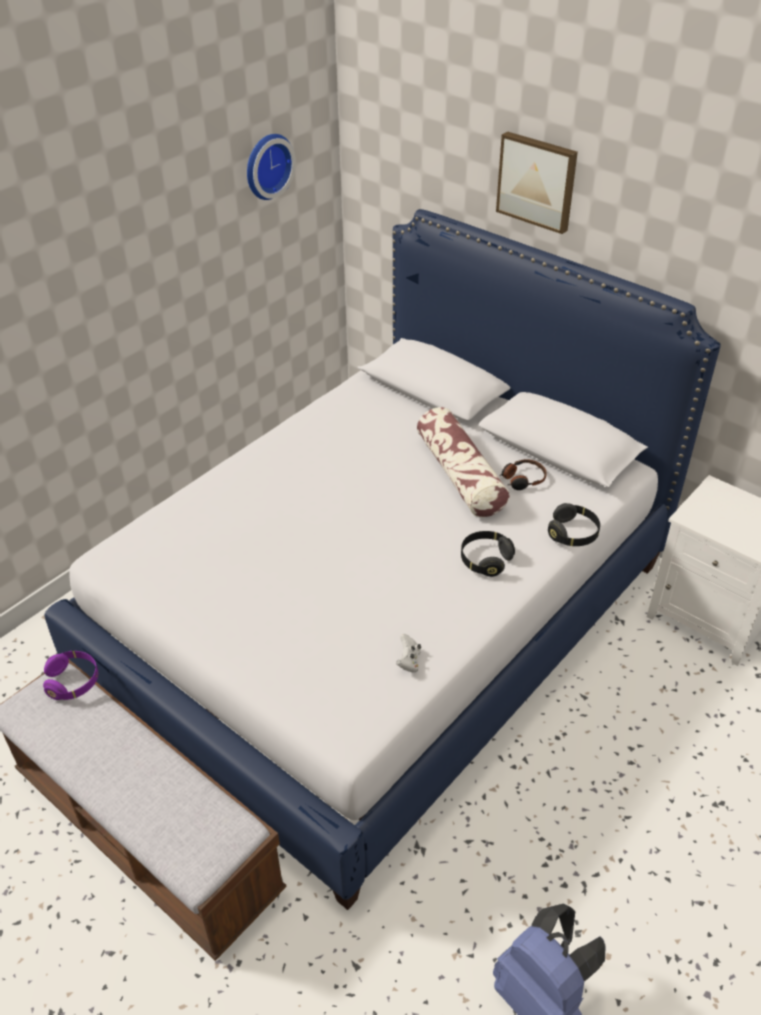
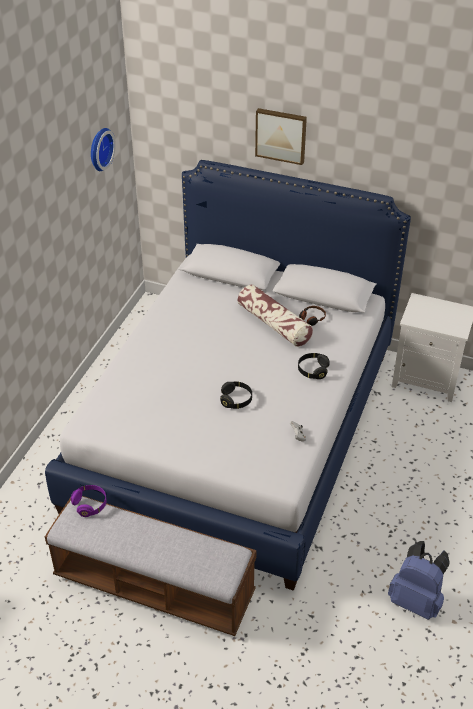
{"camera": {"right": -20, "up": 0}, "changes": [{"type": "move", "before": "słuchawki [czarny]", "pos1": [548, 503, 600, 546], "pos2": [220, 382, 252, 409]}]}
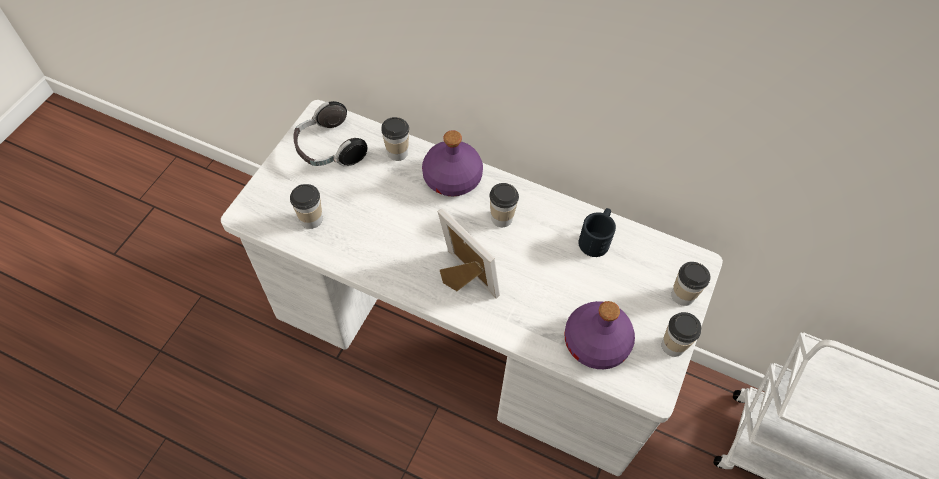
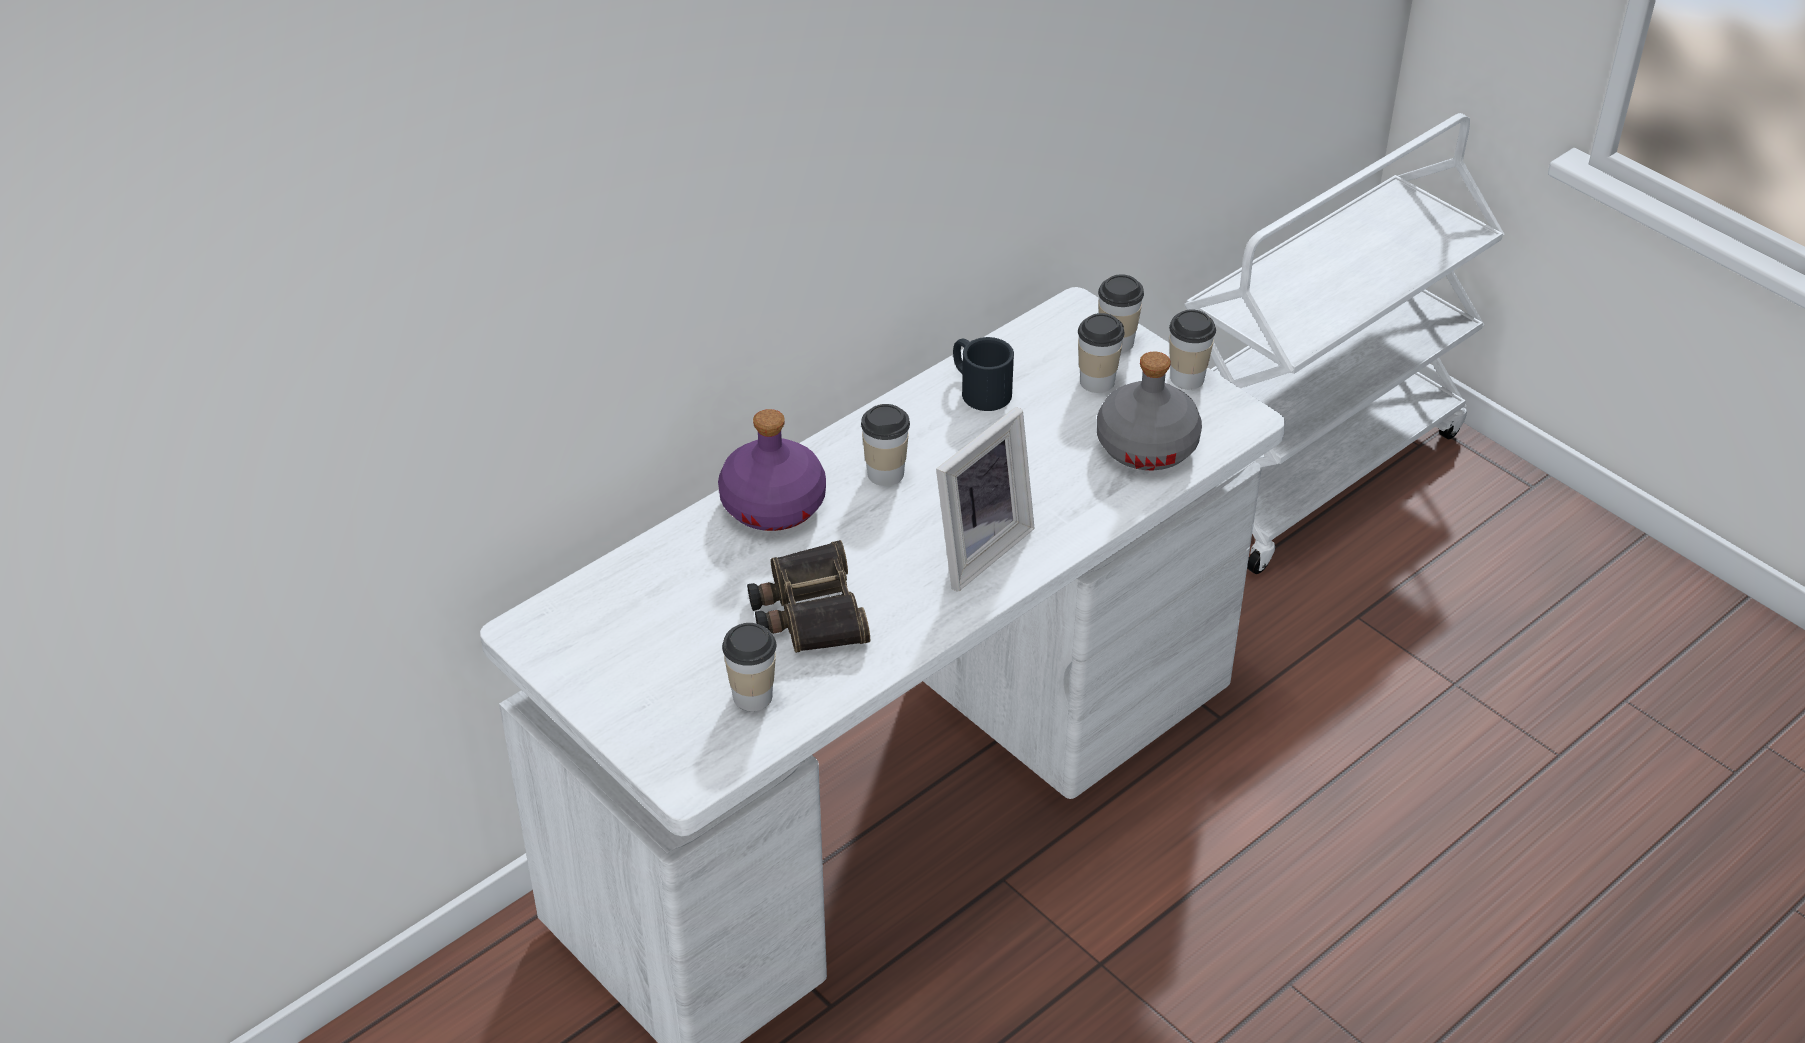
{"camera": {"right": -65, "up": -15}, "changes": [{"type": "insert", "after": "lornetka", "pos2": [747, 540, 870, 653]}, {"type": "rotate", "before": "ramka na zdjęcie", "pos1": [438, 208, 500, 298], "pos2": [936, 407, 1035, 592], "turn": 150}, {"type": "move", "before": "filiżanka", "pos1": [381, 117, 409, 161], "pos2": [1078, 313, 1125, 393]}, {"type": "recolor", "before": "butelka [fioletowy]", "after": "butelka [szary]", "pos1": [565, 301, 635, 369], "pos2": [1097, 351, 1202, 470]}, {"type": "delete", "before": "słuchawki", "pos1": [293, 101, 367, 166]}]}
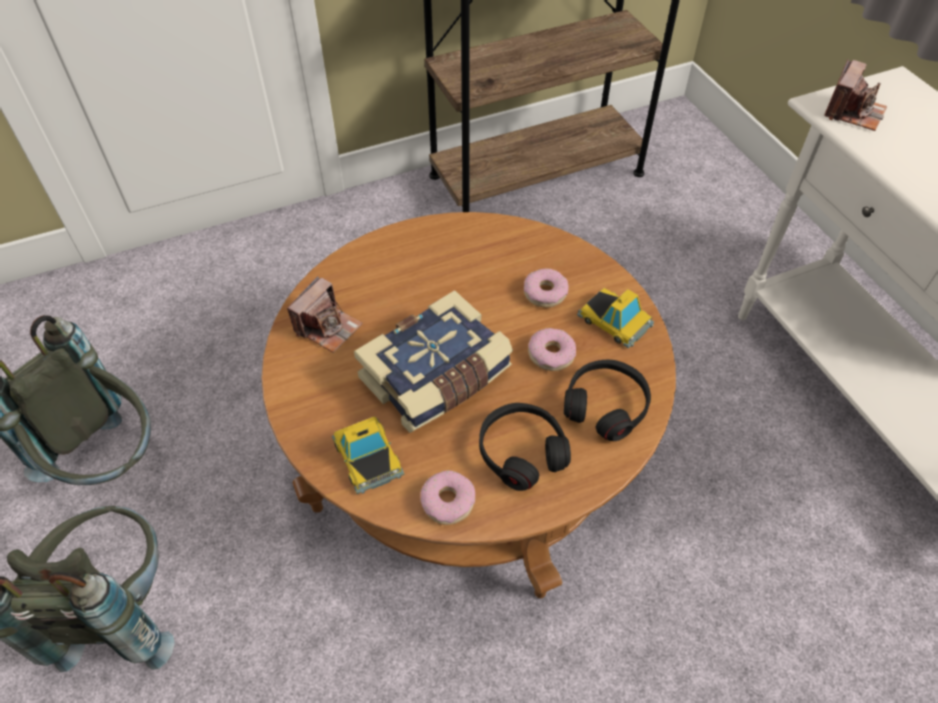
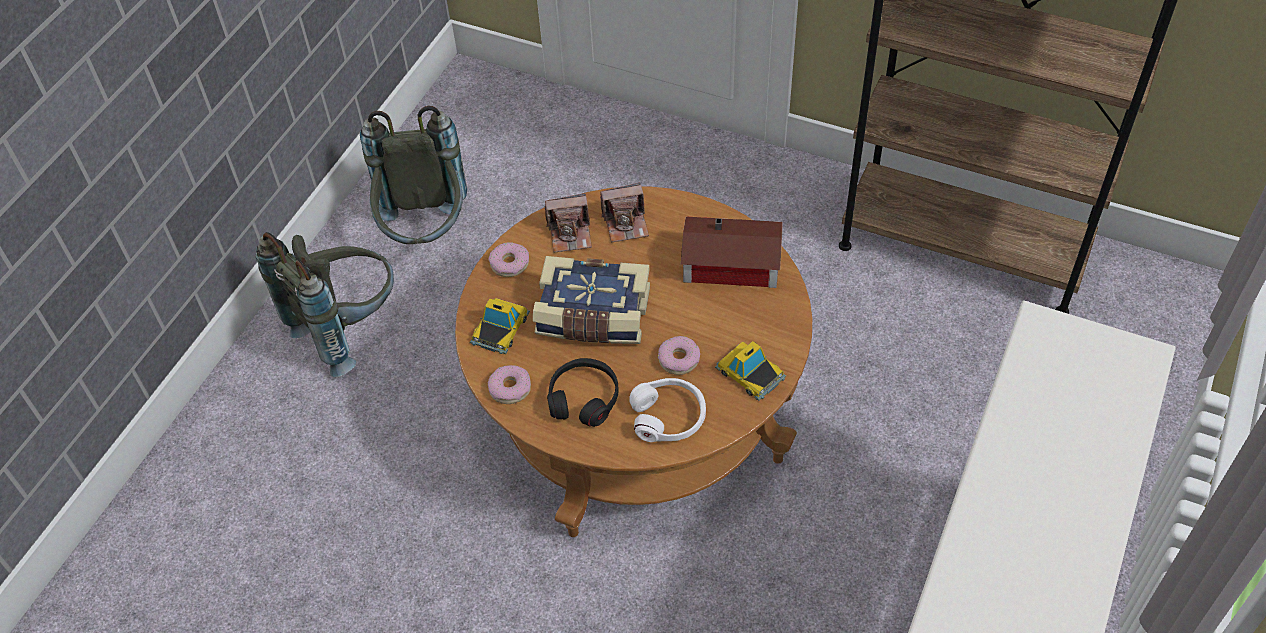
{"camera": {"right": 50, "up": 0}, "changes": [{"type": "move", "before": "donut", "pos1": [524, 268, 569, 307], "pos2": [489, 242, 529, 277]}, {"type": "move", "before": "aparat fotograficzny", "pos1": [824, 59, 887, 131], "pos2": [600, 183, 649, 243]}, {"type": "recolor", "before": "słuchawki [czarny]", "after": "słuchawki [biały]", "pos1": [564, 360, 651, 441], "pos2": [629, 378, 706, 442]}, {"type": "insert", "after": "domek", "pos2": [681, 217, 783, 288]}, {"type": "rotate", "before": "samochodzik", "pos1": [577, 288, 654, 348], "pos2": [715, 341, 786, 401], "turn": 135}]}
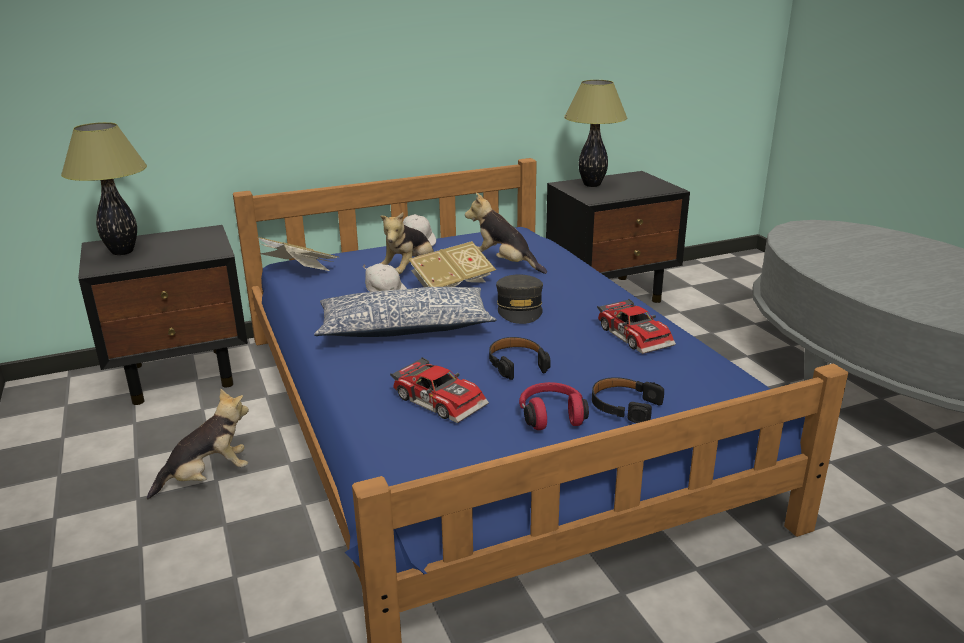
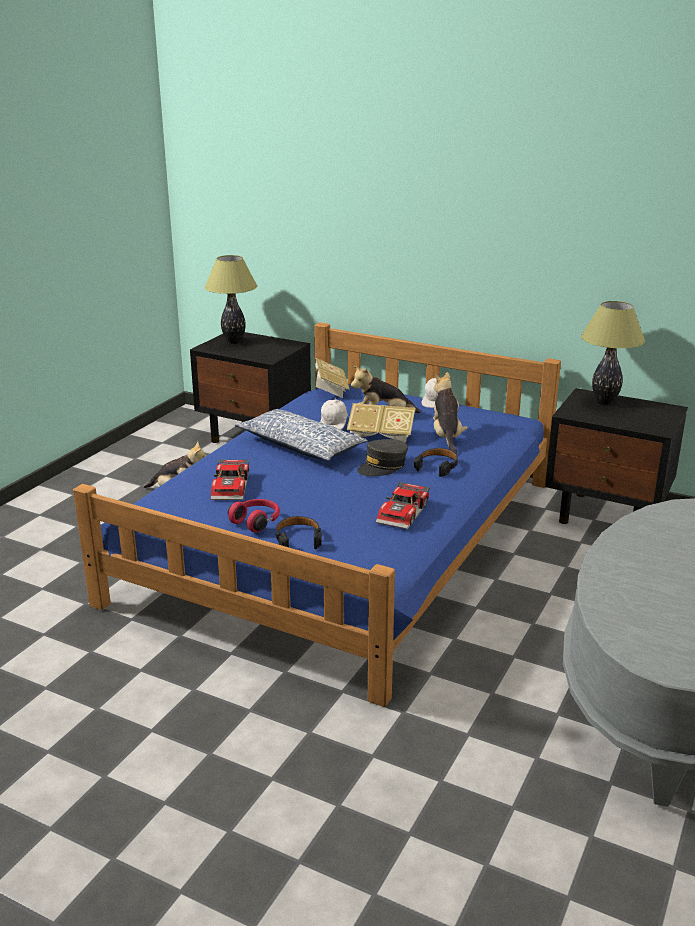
{"camera": {"right": 50, "up": 0}, "changes": [{"type": "move", "before": "słuchawki [czarny]", "pos1": [489, 337, 551, 380], "pos2": [414, 448, 458, 477]}]}
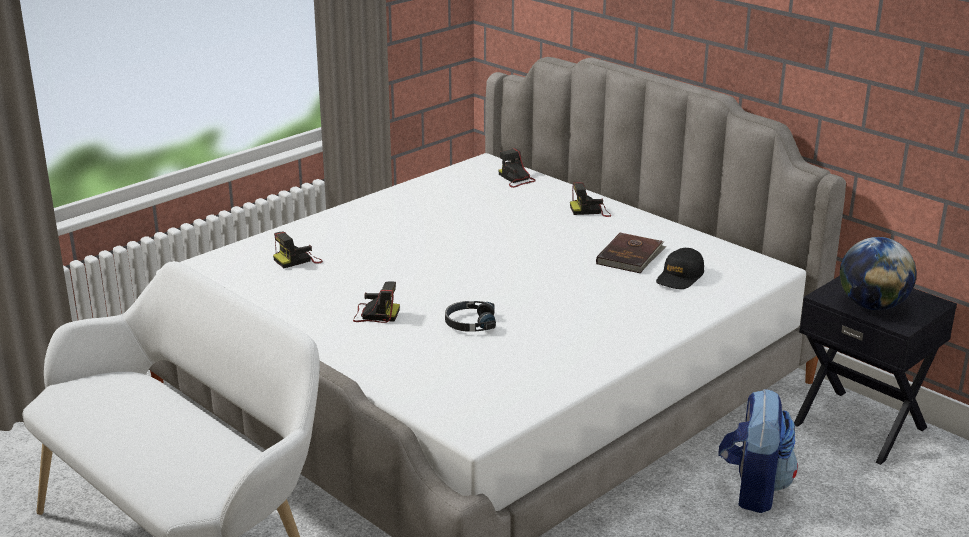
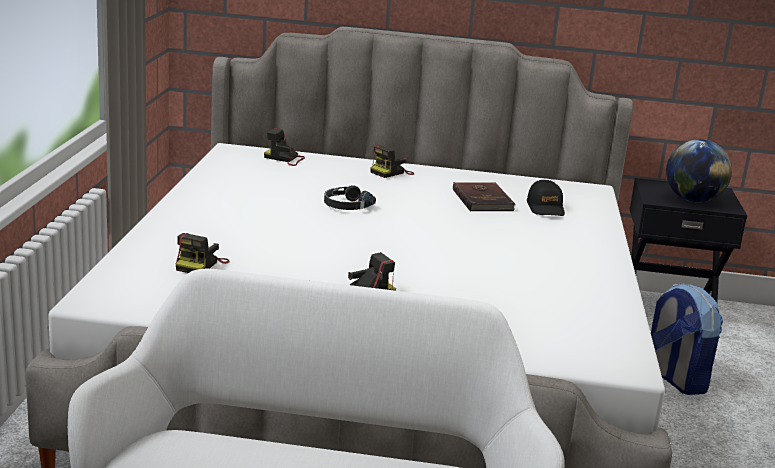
{"camera": {"right": -40, "up": -5}, "changes": [{"type": "move", "before": "słuchawki [czarny]", "pos1": [445, 301, 496, 332], "pos2": [324, 185, 376, 210]}]}
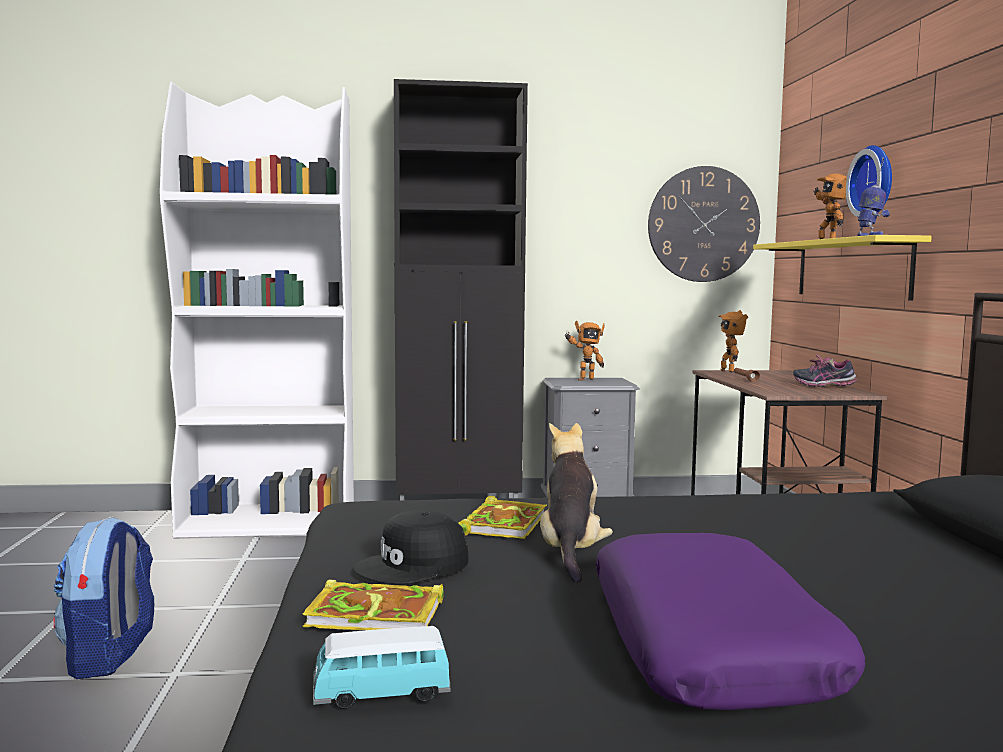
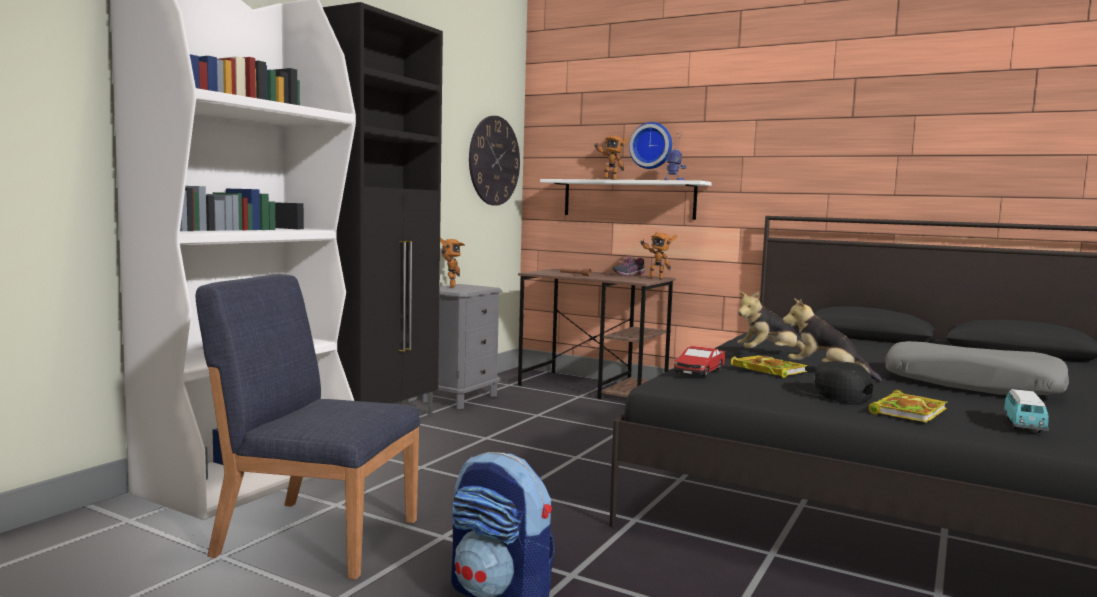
{"camera": {"right": -55, "up": 0}, "changes": [{"type": "insert", "after": "krzesło [niebieski]", "pos2": [196, 274, 420, 580]}, {"type": "recolor", "before": "półka [żółty]", "after": "półka [biały]", "pos1": [753, 235, 932, 301], "pos2": [540, 179, 712, 220]}, {"type": "move", "before": "robot zabawkowy", "pos1": [718, 310, 748, 372], "pos2": [640, 231, 677, 279]}, {"type": "insert", "after": "samochodzik", "pos2": [674, 346, 725, 377]}, {"type": "insert", "after": "pluszak", "pos2": [737, 291, 805, 352]}, {"type": "rotate", "before": "czapka z daszkiem [czarny]", "pos1": [353, 510, 468, 584], "pos2": [795, 361, 873, 402], "turn": 135}, {"type": "recolor", "before": "poduszka [fioletowy]", "after": "poduszka [szary]", "pos1": [595, 533, 866, 710], "pos2": [885, 341, 1069, 395]}]}
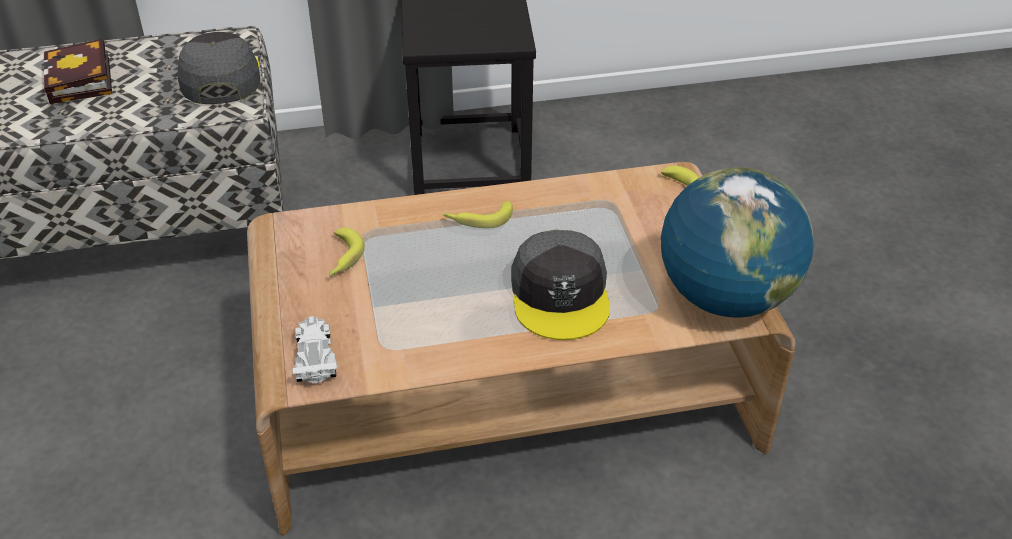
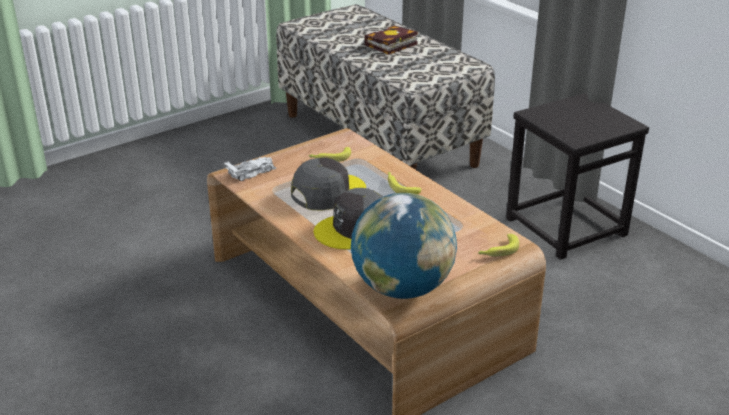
{"camera": {"right": 65, "up": -10}, "changes": [{"type": "move", "before": "czapka z daszkiem [szary]", "pos1": [177, 32, 260, 104], "pos2": [291, 158, 366, 211]}]}
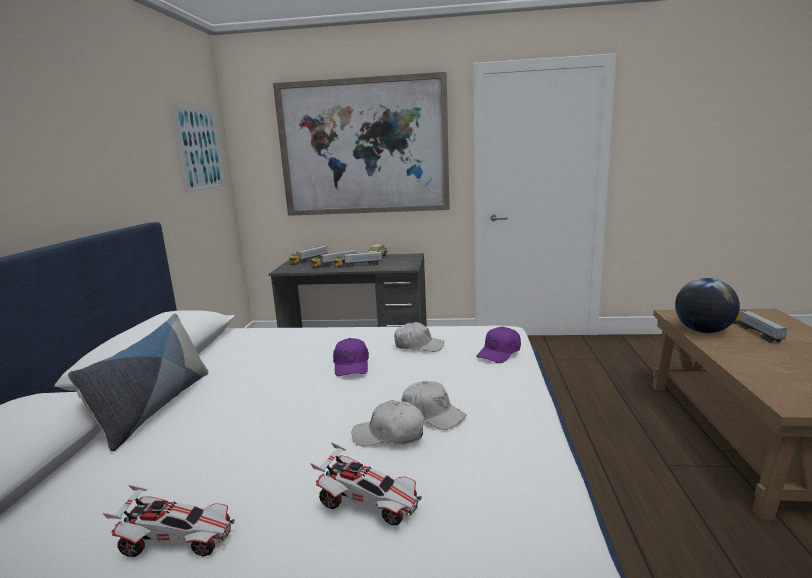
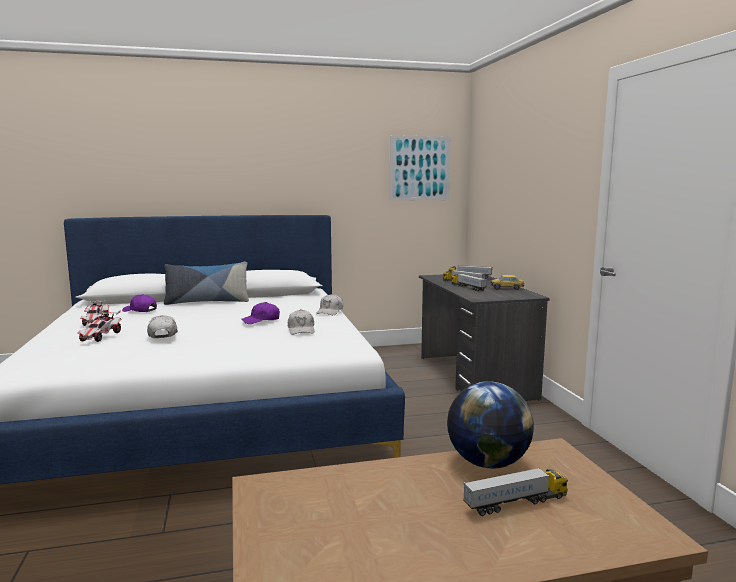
{"camera": {"right": 70, "up": -5}, "changes": [{"type": "move", "before": "czapka z daszkiem [fioletowy]", "pos1": [476, 327, 521, 363], "pos2": [122, 294, 157, 312]}, {"type": "move", "before": "czapka z daszkiem [biały]", "pos1": [401, 381, 467, 430], "pos2": [316, 294, 343, 315]}, {"type": "delete", "before": "obraz", "pos1": [273, 72, 450, 216]}]}
